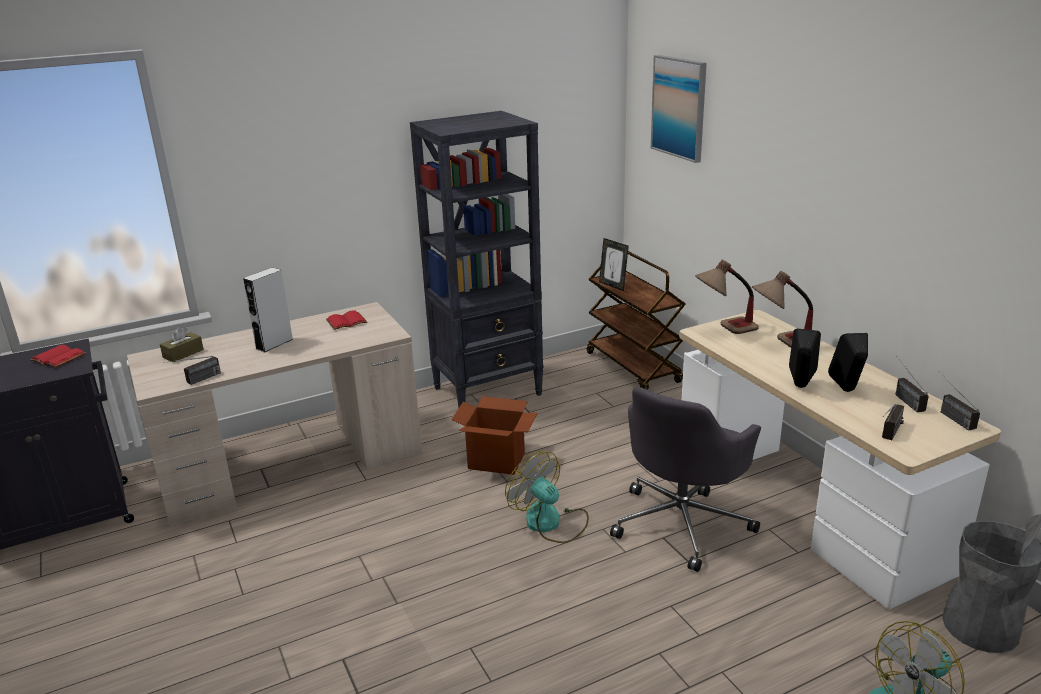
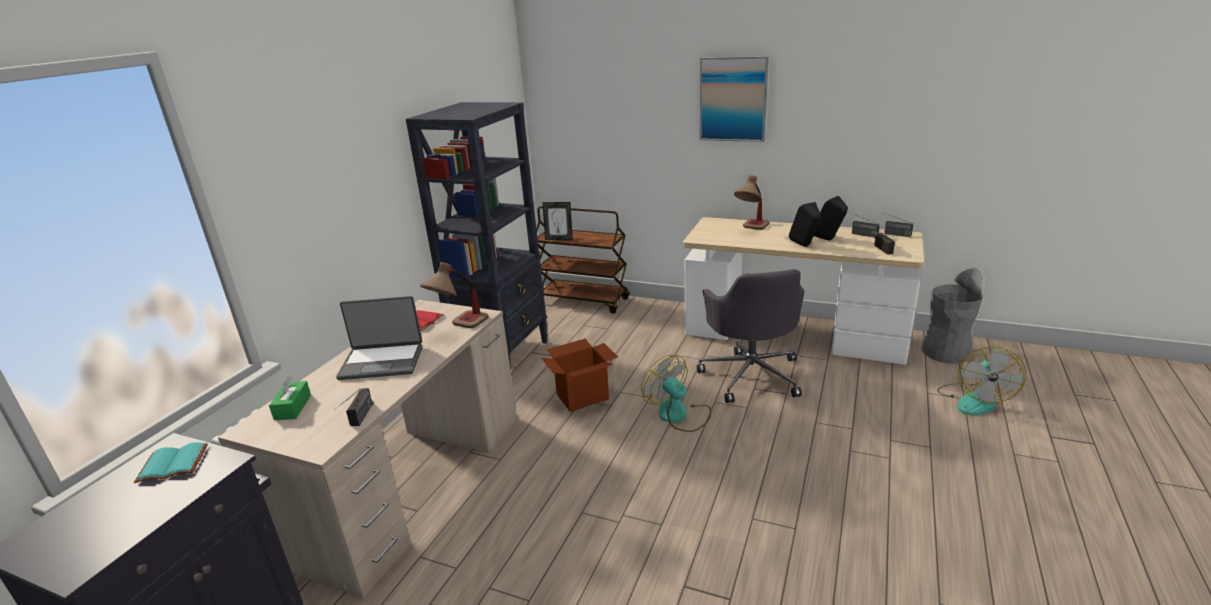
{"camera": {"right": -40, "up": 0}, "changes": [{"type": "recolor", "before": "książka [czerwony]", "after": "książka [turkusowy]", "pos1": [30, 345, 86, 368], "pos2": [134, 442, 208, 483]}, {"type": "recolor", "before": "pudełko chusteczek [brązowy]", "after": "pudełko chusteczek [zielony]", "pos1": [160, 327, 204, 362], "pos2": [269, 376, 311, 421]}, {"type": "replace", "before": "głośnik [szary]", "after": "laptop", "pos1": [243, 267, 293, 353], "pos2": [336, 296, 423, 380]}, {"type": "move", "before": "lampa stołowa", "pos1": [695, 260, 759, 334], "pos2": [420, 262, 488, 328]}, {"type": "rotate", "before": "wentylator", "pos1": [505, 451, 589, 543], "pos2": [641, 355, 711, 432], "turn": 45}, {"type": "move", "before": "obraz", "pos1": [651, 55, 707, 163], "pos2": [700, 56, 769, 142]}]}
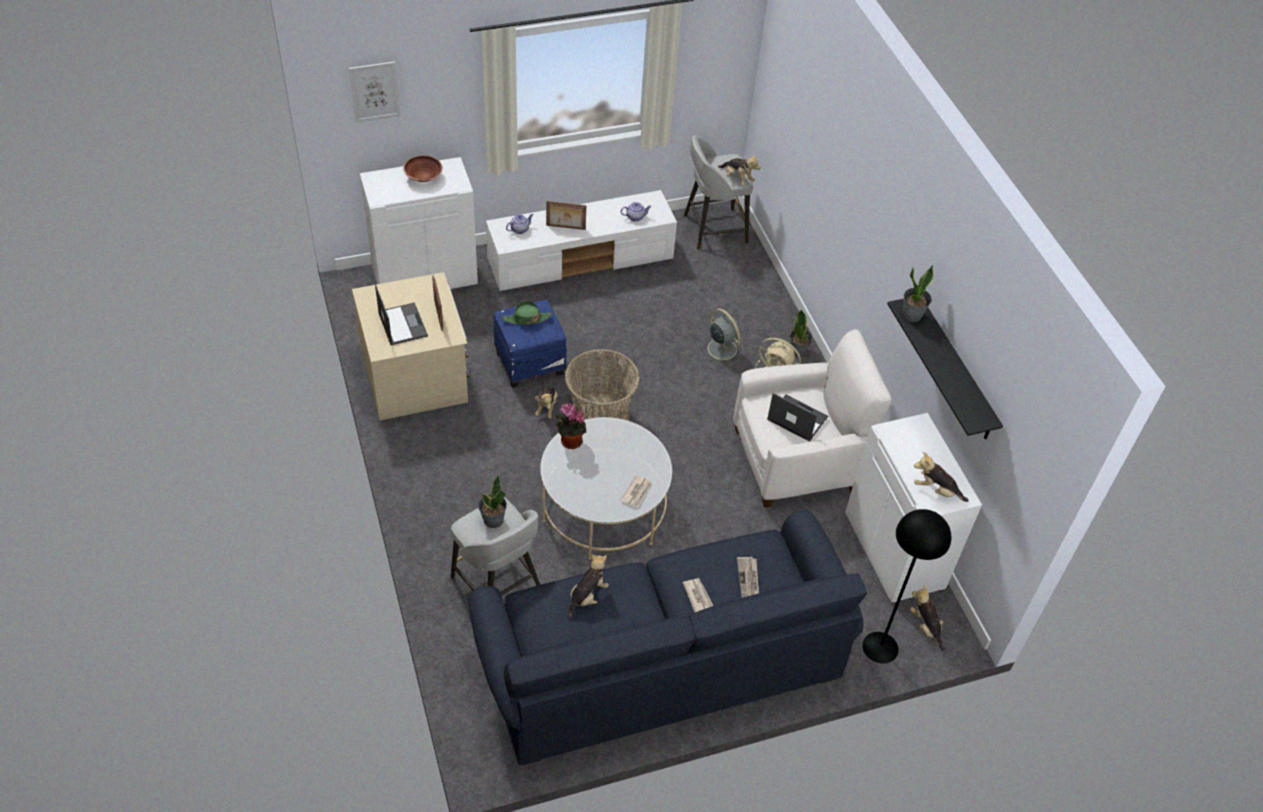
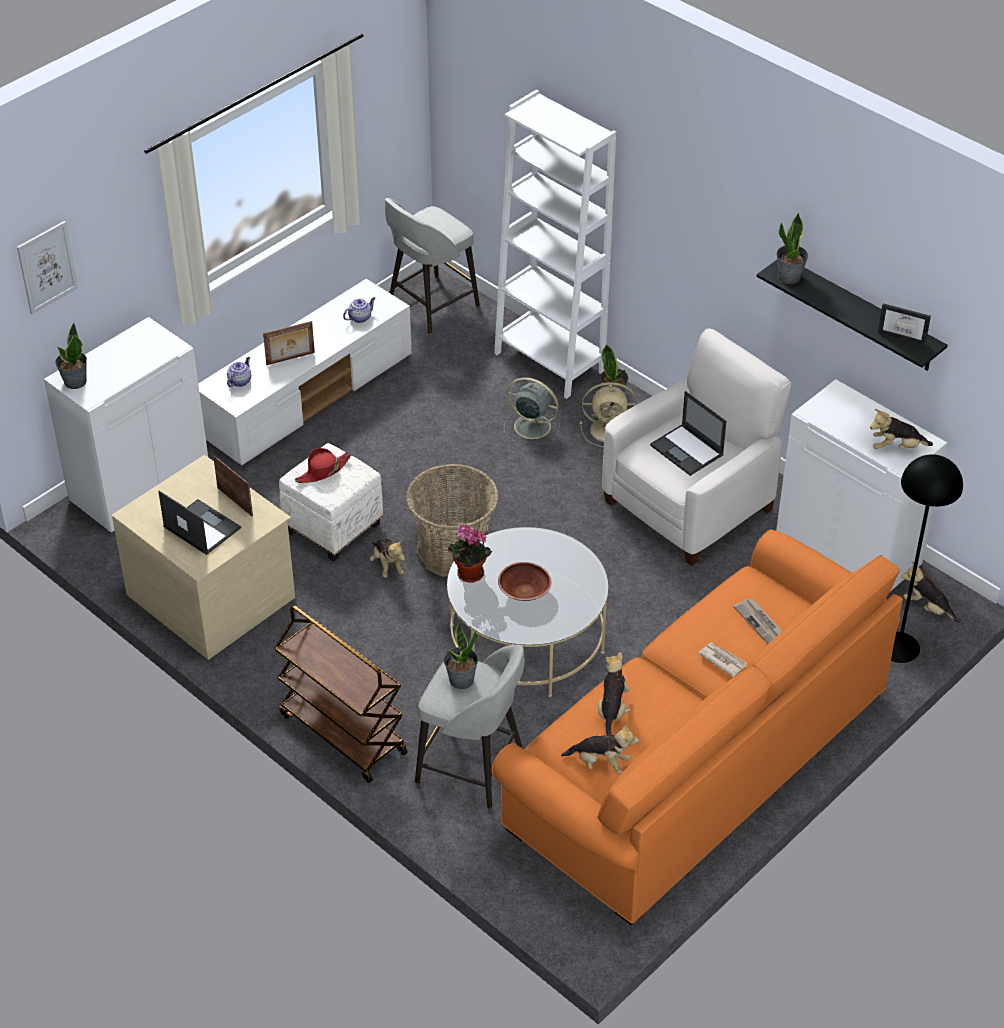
{"camera": {"right": -25, "up": -5}, "changes": [{"type": "insert", "after": "roślina doniczkowa", "pos2": [55, 322, 87, 389]}, {"type": "insert", "after": "wózek [brązowy]", "pos2": [274, 605, 408, 783]}, {"type": "recolor", "before": "pufa [niebieski]", "after": "pufa [biały]", "pos1": [494, 300, 566, 388], "pos2": [279, 443, 383, 562]}, {"type": "recolor", "before": "kapelusz [zielony]", "after": "kapelusz [czerwony]", "pos1": [502, 300, 552, 325], "pos2": [295, 448, 351, 483]}, {"type": "recolor", "before": "kanapa [niebieski]", "after": "kanapa [pomarańczowy]", "pos1": [468, 510, 867, 765], "pos2": [491, 529, 903, 925]}, {"type": "insert", "after": "regał [biały]", "pos2": [494, 89, 616, 399]}, {"type": "move", "before": "miska [brązowy]", "pos1": [403, 155, 443, 182], "pos2": [498, 562, 551, 601]}, {"type": "move", "before": "pluszak", "pos1": [718, 155, 761, 186], "pos2": [561, 723, 639, 774]}, {"type": "rotate", "before": "laptop", "pos1": [767, 393, 828, 442], "pos2": [650, 391, 727, 476], "turn": -135}, {"type": "insert", "after": "ramka na zdjęcie", "pos2": [878, 303, 931, 345]}, {"type": "delete", "before": "gazeta", "pos1": [620, 475, 652, 507]}]}
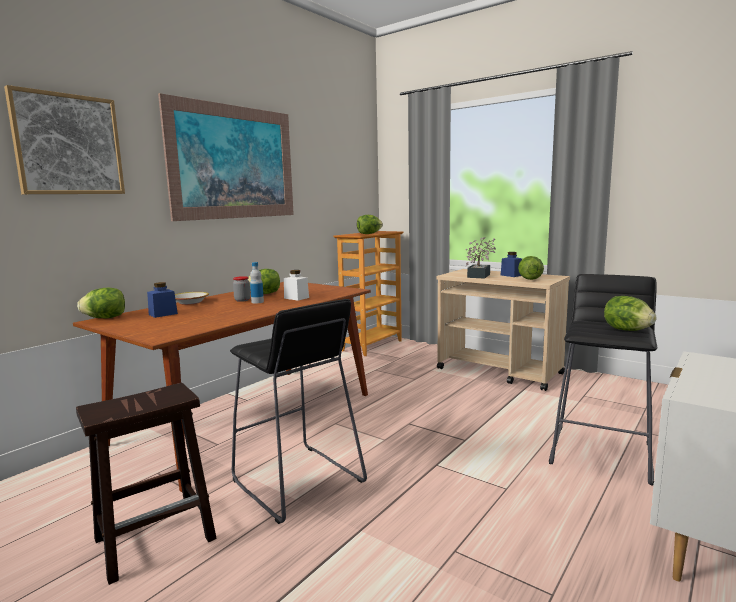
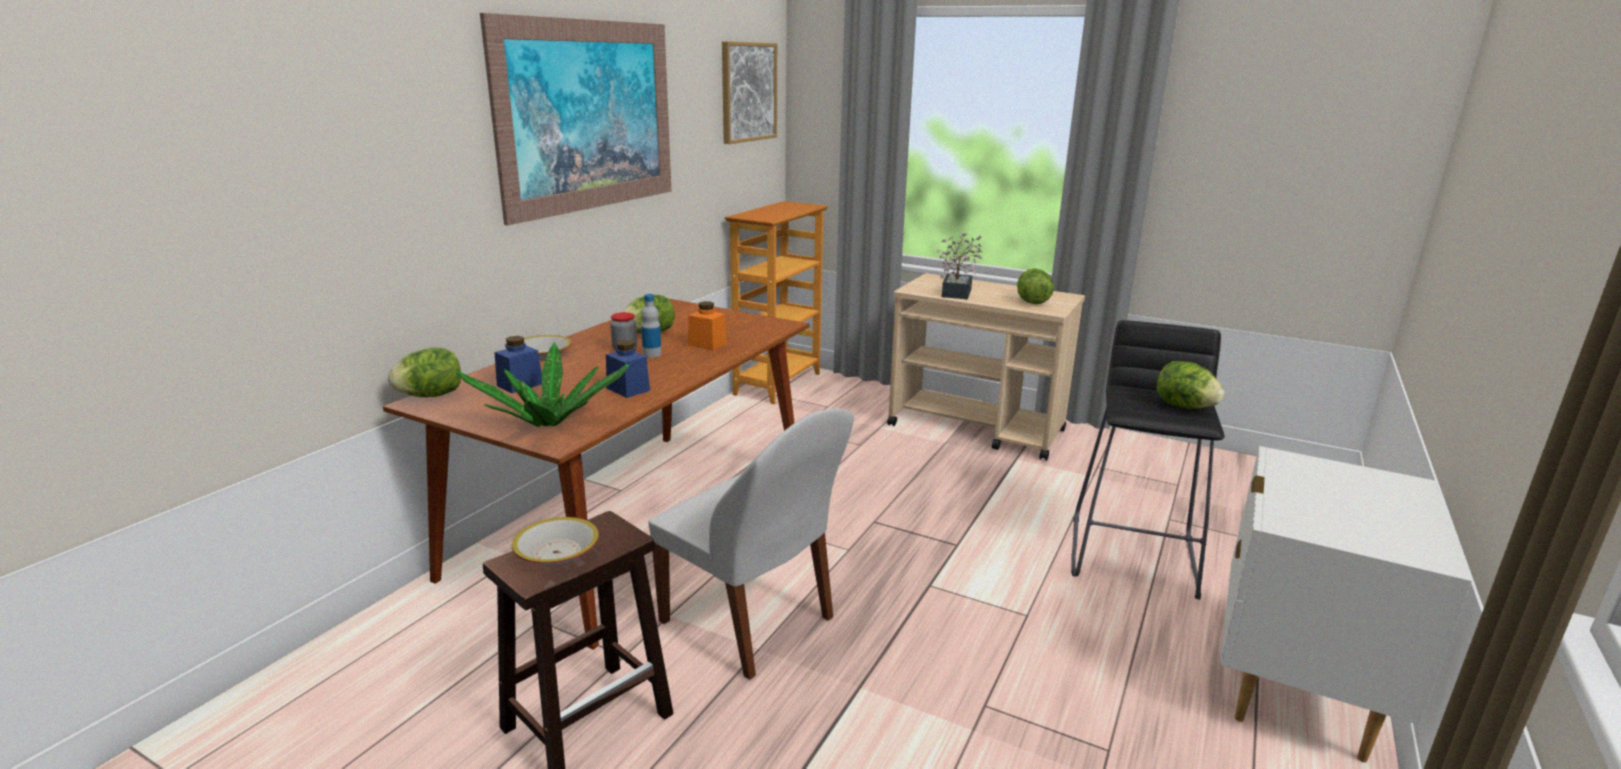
{"camera": {"right": -10, "up": 10}, "changes": [{"type": "insert", "after": "roślina doniczkowa", "pos2": [455, 342, 629, 427]}, {"type": "insert", "after": "miska", "pos2": [512, 517, 599, 566]}, {"type": "move", "before": "słoik [niebieski]", "pos1": [501, 252, 522, 277], "pos2": [606, 340, 650, 398]}, {"type": "replace", "before": "stołek [czarny]", "after": "krzesło [biały]", "pos1": [230, 299, 367, 524], "pos2": [648, 408, 854, 680]}, {"type": "recolor", "before": "słoik [biały]", "after": "słoik [pomarańczowy]", "pos1": [284, 270, 309, 301], "pos2": [688, 301, 727, 350]}, {"type": "move", "before": "obraz", "pos1": [4, 85, 125, 194], "pos2": [722, 41, 777, 144]}, {"type": "delete", "before": "sałata", "pos1": [357, 215, 383, 234]}]}
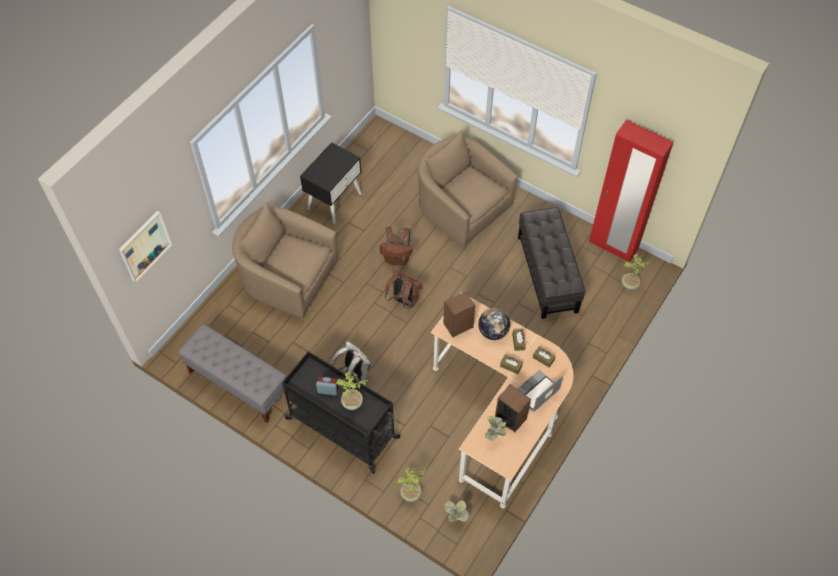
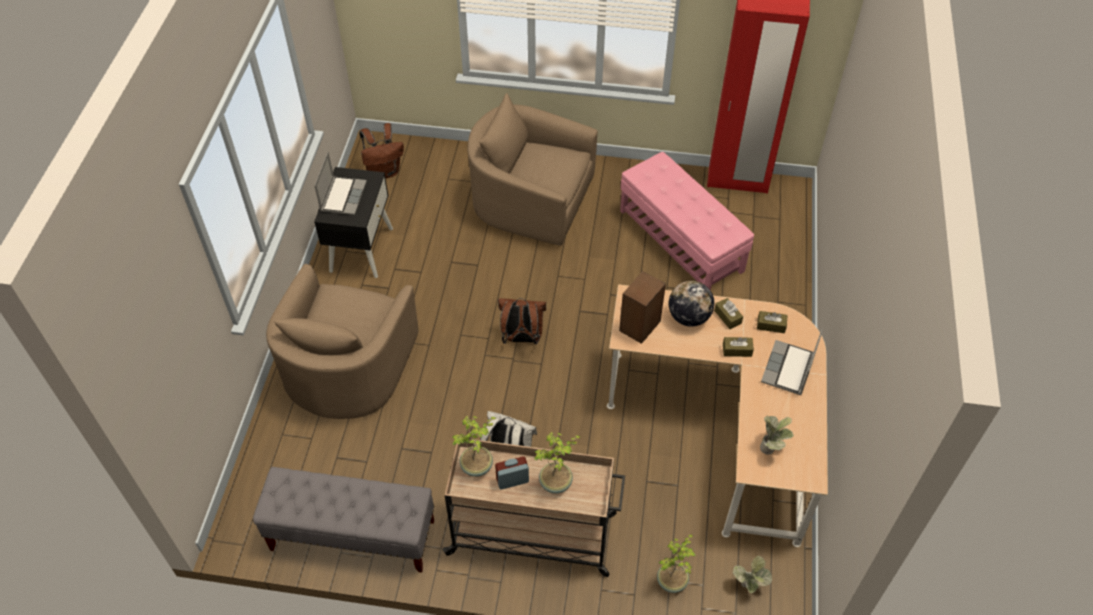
{"camera": {"right": -25, "up": -5}, "changes": [{"type": "rotate", "before": "fotel [beżowy]", "pos1": [232, 202, 338, 318], "pos2": [266, 264, 418, 419], "turn": -75}, {"type": "insert", "after": "laptop", "pos2": [314, 152, 367, 215]}, {"type": "move", "before": "plecak [brązowy]", "pos1": [380, 227, 413, 265], "pos2": [359, 123, 404, 178]}, {"type": "recolor", "before": "wózek [czarny]", "after": "wózek [beżowy]", "pos1": [282, 351, 400, 474], "pos2": [442, 439, 625, 577]}, {"type": "move", "before": "roślina doniczkowa", "pos1": [622, 254, 651, 290], "pos2": [452, 416, 496, 477]}, {"type": "recolor", "before": "pufa [czarny]", "after": "pufa [różowy]", "pos1": [518, 207, 585, 319], "pos2": [620, 152, 754, 291]}, {"type": "delete", "before": "obraz", "pos1": [119, 211, 172, 282]}, {"type": "delete", "before": "głośnik", "pos1": [495, 384, 531, 432]}]}
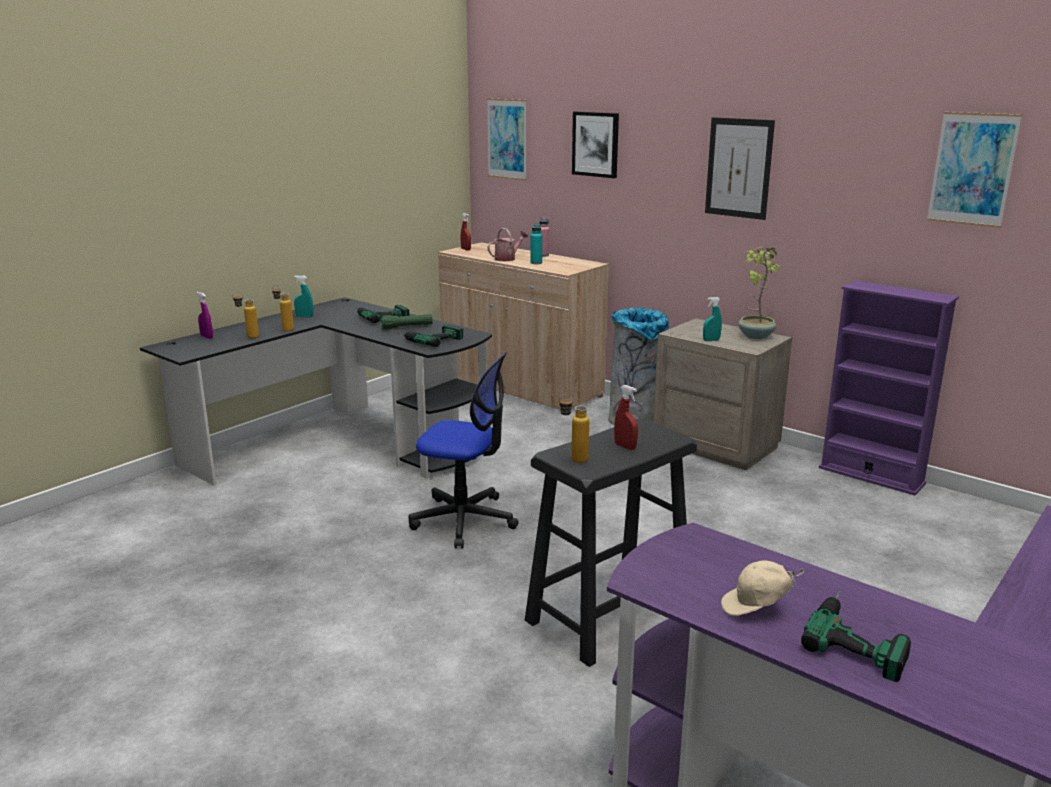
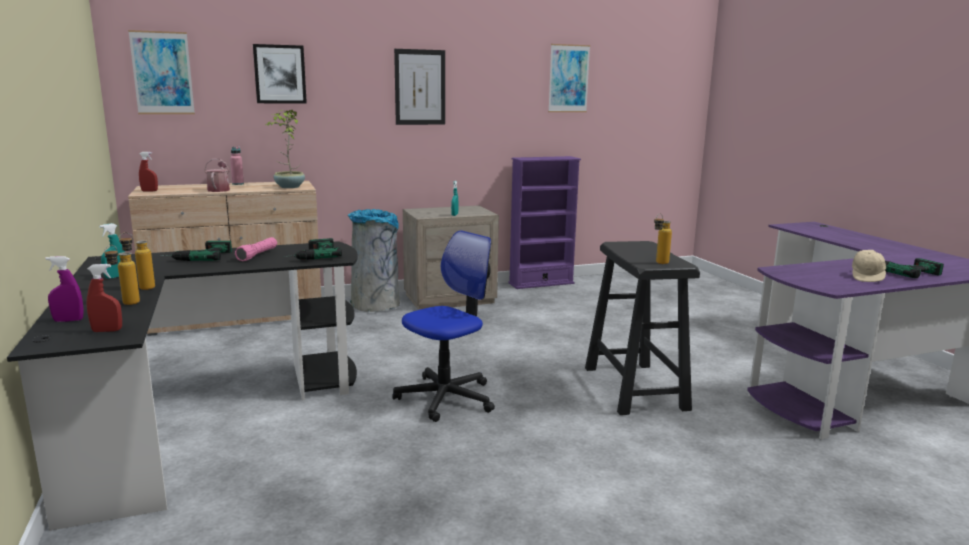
{"camera": {"right": -60, "up": -5}, "changes": [{"type": "move", "before": "spryskiwacz [czerwony]", "pos1": [614, 385, 638, 450], "pos2": [87, 264, 122, 332]}, {"type": "recolor", "before": "latarka [zielony]", "after": "latarka [różowy]", "pos1": [381, 314, 432, 329], "pos2": [235, 237, 277, 261]}, {"type": "move", "before": "roślina doniczkowa", "pos1": [739, 247, 782, 339], "pos2": [266, 110, 305, 188]}, {"type": "delete", "before": "butelka [turkusowy]", "pos1": [531, 224, 542, 264]}]}
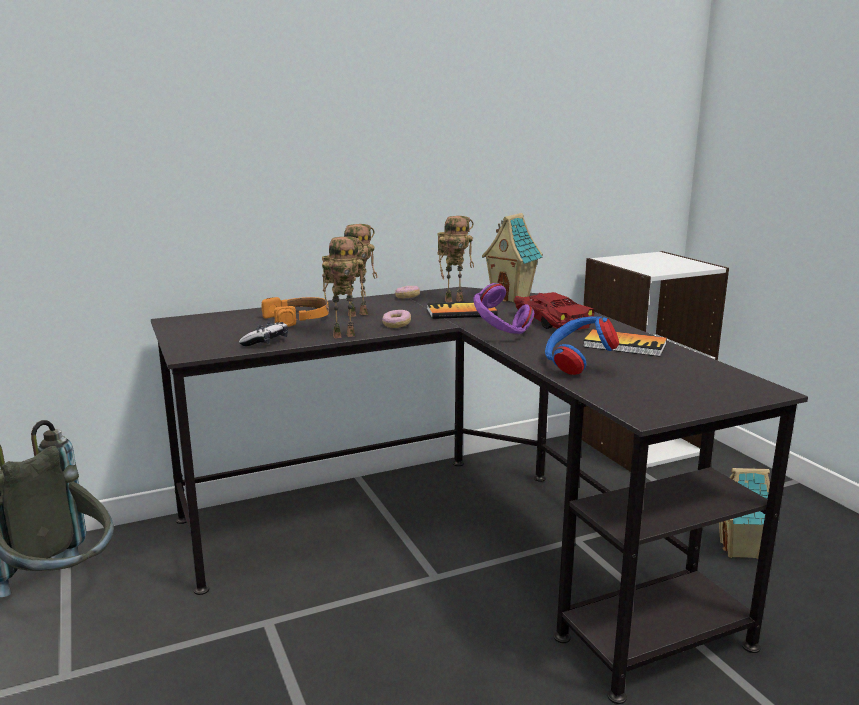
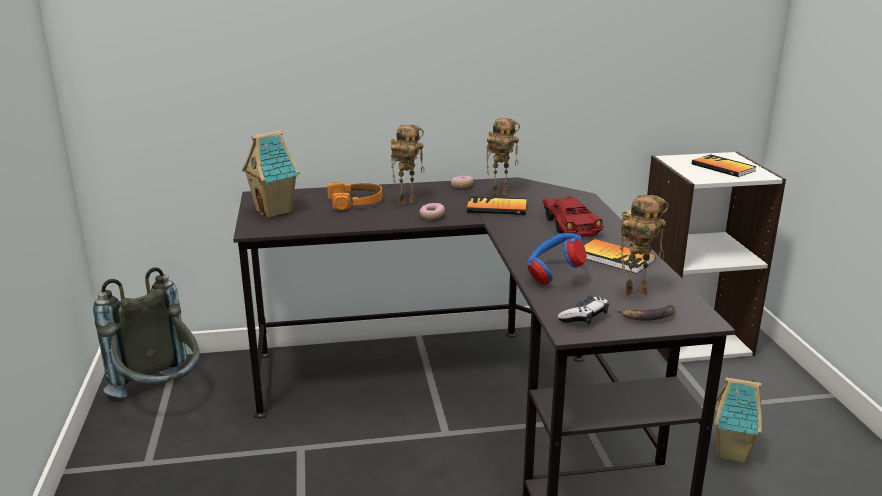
{"camera": {"right": 15, "up": 5}, "changes": [{"type": "move", "before": "domek", "pos1": [482, 213, 543, 303], "pos2": [242, 131, 300, 218]}, {"type": "move", "before": "pad do gier", "pos1": [239, 321, 288, 346], "pos2": [558, 296, 609, 324]}, {"type": "insert", "after": "banan", "pos2": [615, 305, 676, 321]}, {"type": "move", "before": "robot zabawkowy", "pos1": [322, 236, 366, 338], "pos2": [620, 195, 668, 296]}, {"type": "insert", "after": "książka", "pos2": [692, 154, 757, 177]}, {"type": "delete", "before": "słuchawki [fioletowy]", "pos1": [474, 283, 534, 334]}]}
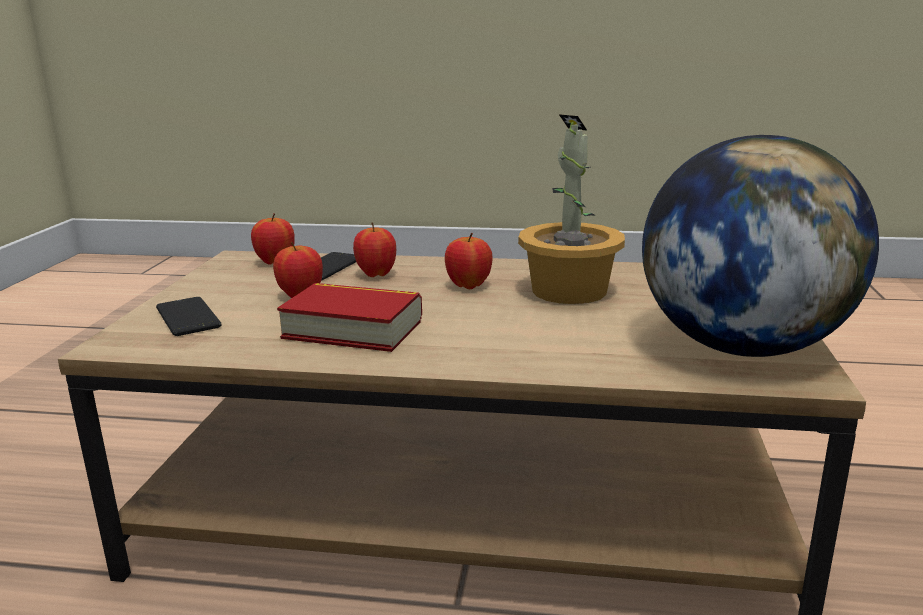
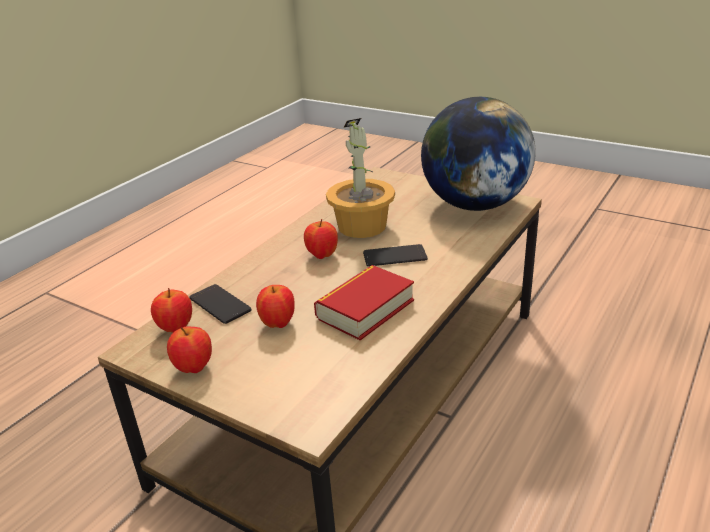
{"camera": {"right": -65, "up": 10}, "changes": [{"type": "move", "before": "jabłko", "pos1": [353, 222, 396, 277], "pos2": [167, 326, 212, 373]}, {"type": "move", "before": "telefon", "pos1": [156, 297, 222, 336], "pos2": [363, 244, 428, 266]}]}
